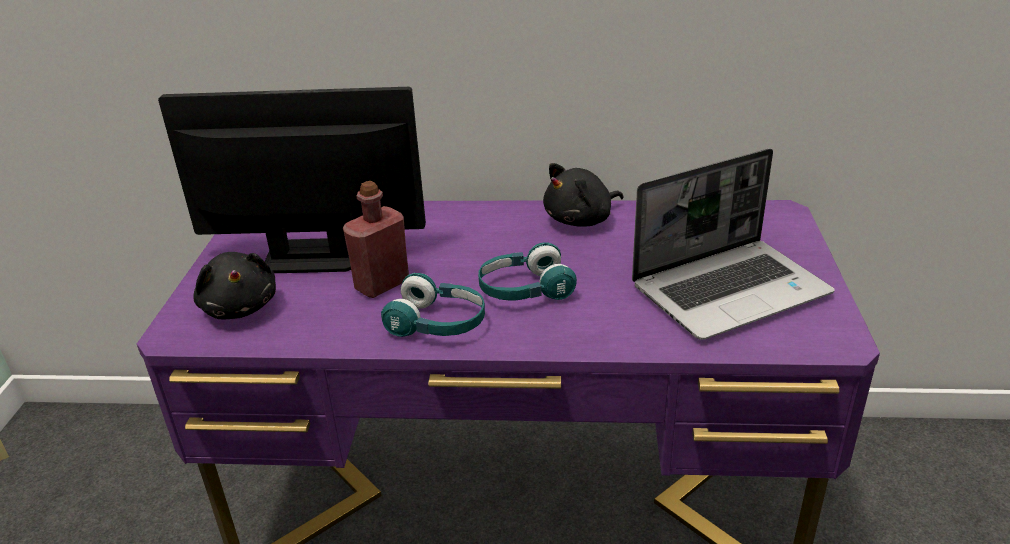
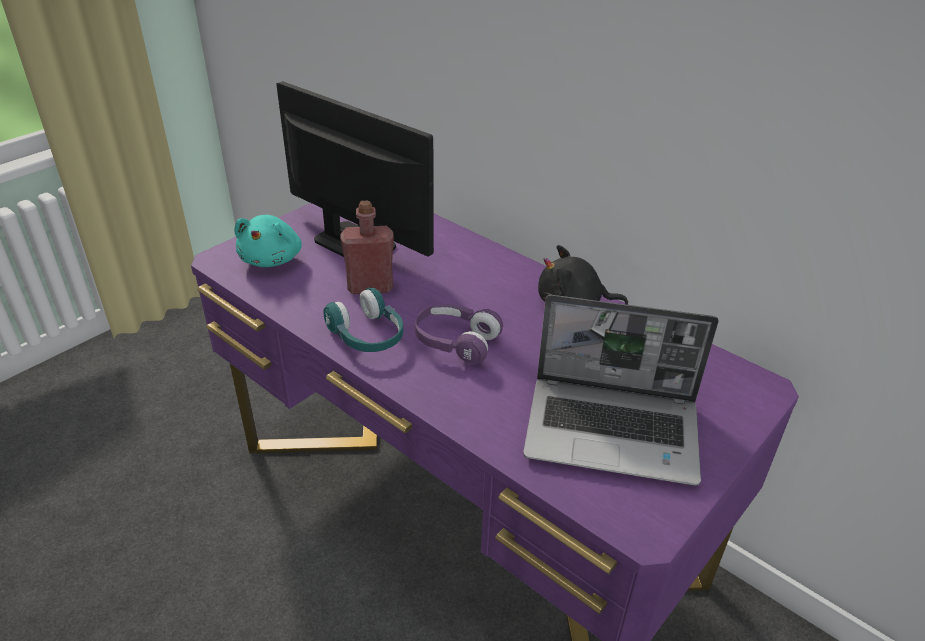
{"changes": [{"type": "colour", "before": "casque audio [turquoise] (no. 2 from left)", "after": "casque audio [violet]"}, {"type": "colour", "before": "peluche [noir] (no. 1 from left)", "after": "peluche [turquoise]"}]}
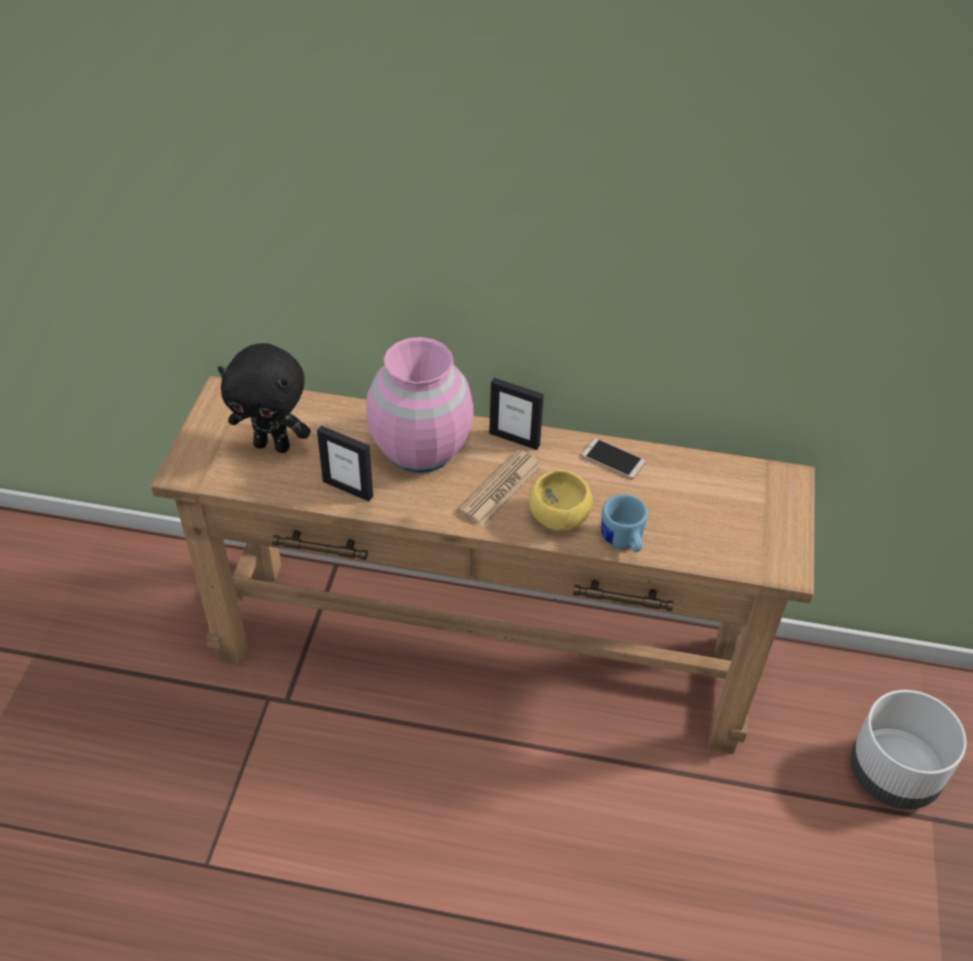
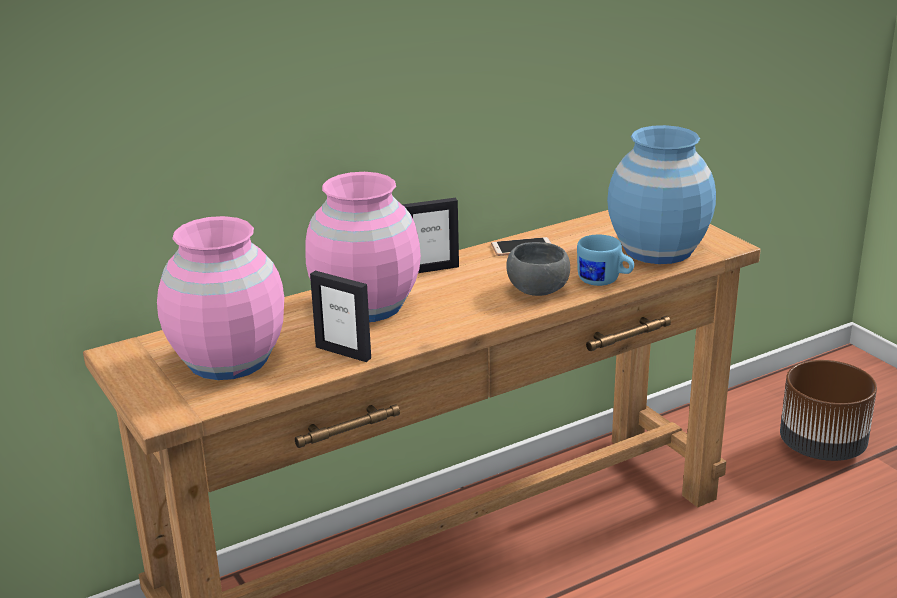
{"changes": [{"type": "exchanged", "before": "peluche [noir]", "after": "vase [rose] (no. 1 from left)"}, {"type": "spun", "before": "cadre photo (no. 1 from left)", "turn": 45}, {"type": "missing", "before": "journal"}, {"type": "colour", "before": "bol [jaune]", "after": "bol [gris]"}, {"type": "colour", "before": "cache-pot [blanc]", "after": "cache-pot [marron]"}, {"type": "appeared", "after": "vase [bleu]"}]}
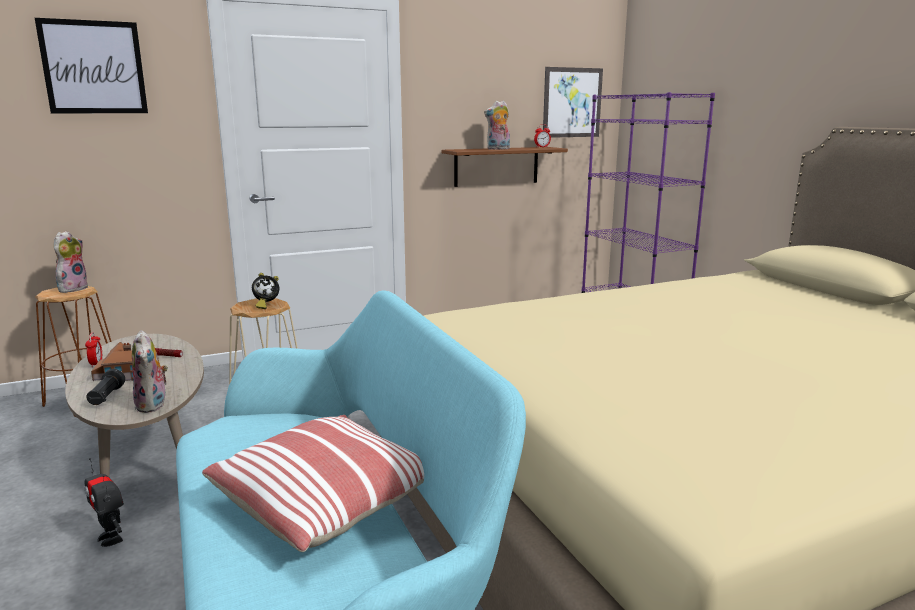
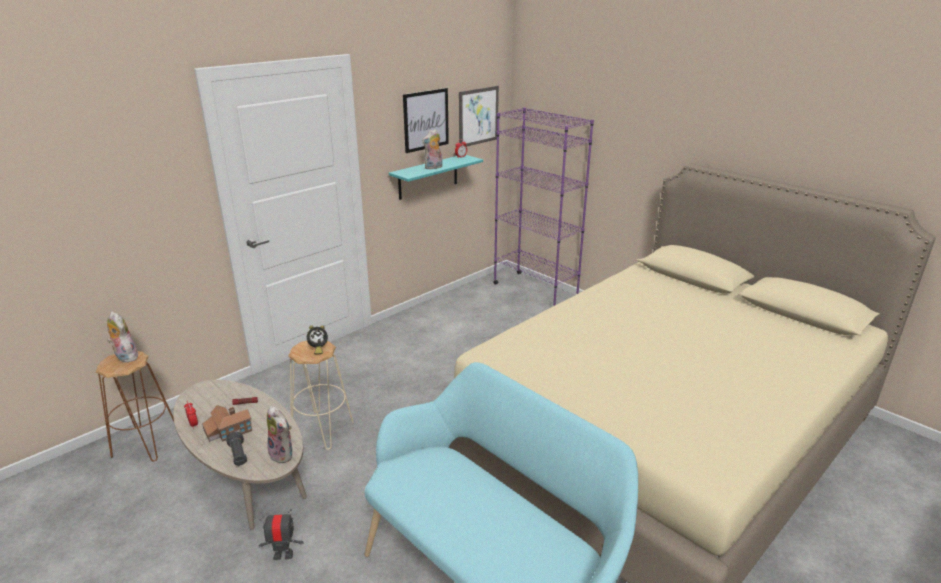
{"changes": [{"type": "relocated", "before": "tableau (no. 1 from left)"}, {"type": "colour", "before": "étagère [marron]", "after": "étagère [turquoise]"}, {"type": "spun", "before": "peluche (no. 1 from left)", "turn": -45}, {"type": "missing", "before": "coussin"}, {"type": "spun", "before": "robot jouet", "turn": 150}]}
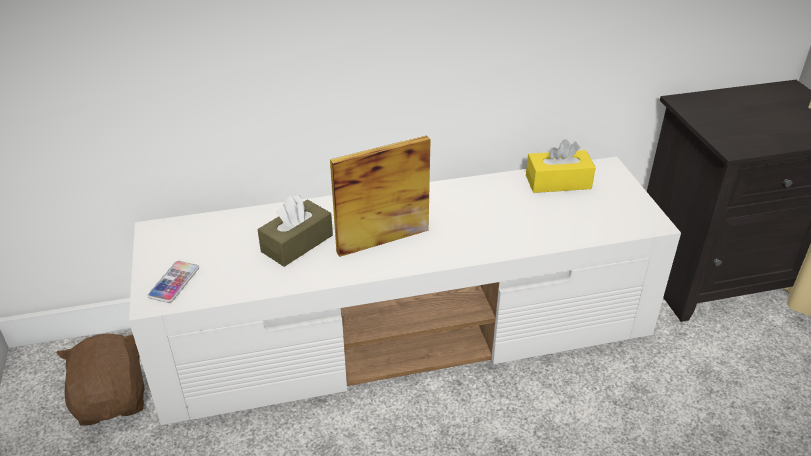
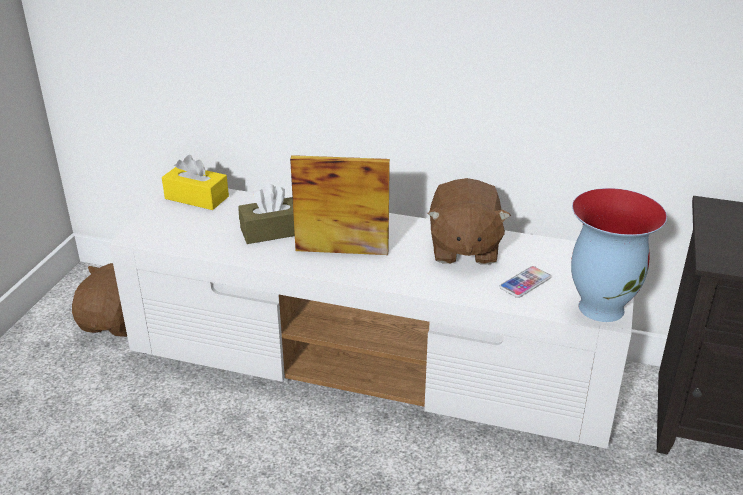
{"changes": [{"type": "relocated", "before": "boîte à mouchoirs [jaune]"}, {"type": "relocated", "before": "téléphone"}, {"type": "appeared", "after": "peluche [marron] (no. 2 from left)"}, {"type": "appeared", "after": "vase"}]}
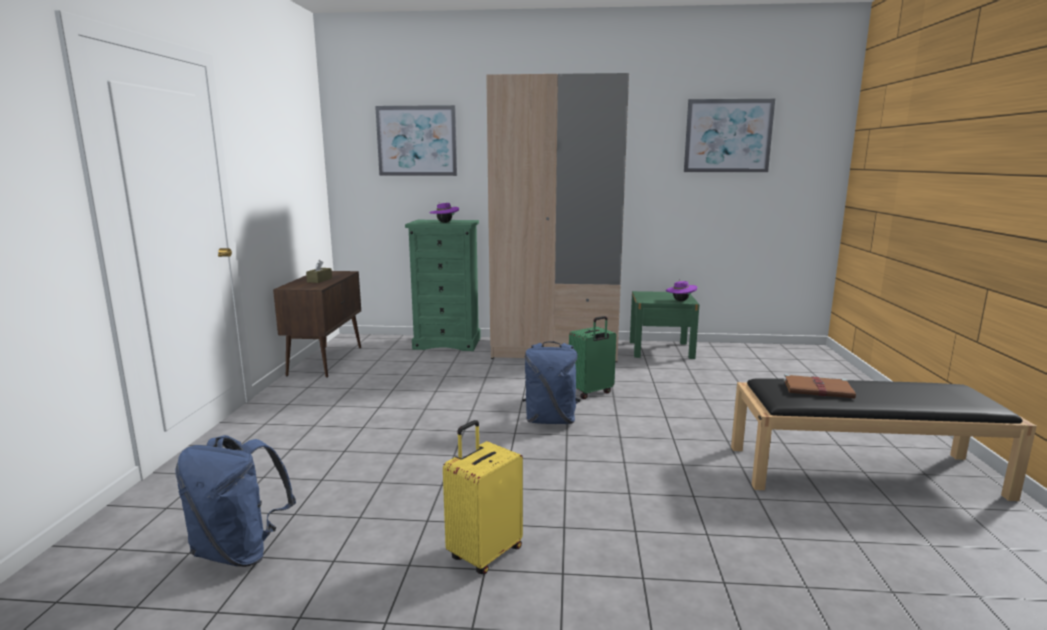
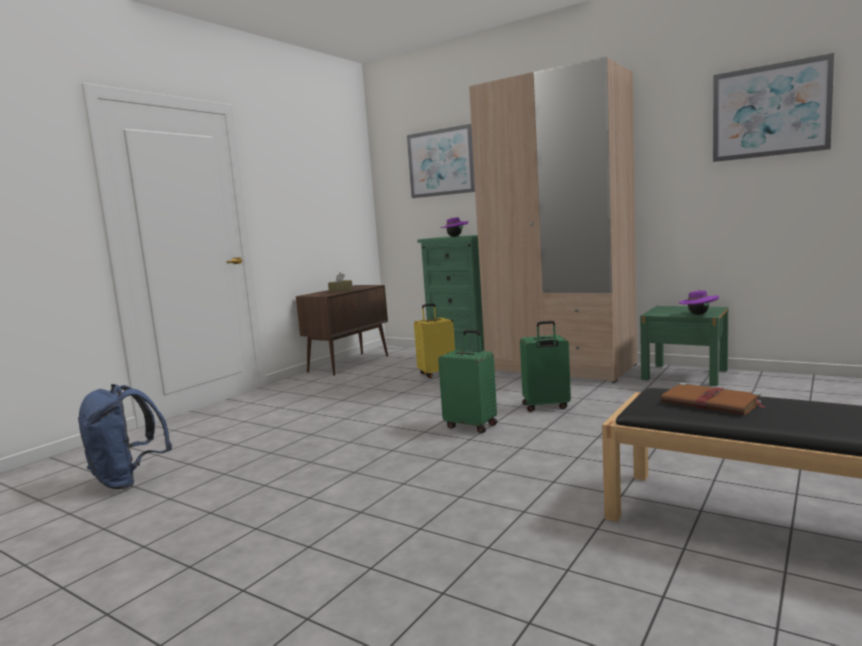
{"changes": [{"type": "exchanged", "before": "sac à dos [bleu] (no. 2 from left)", "after": "valise [vert] (no. 1 from left)"}, {"type": "relocated", "before": "valise [jaune]"}]}
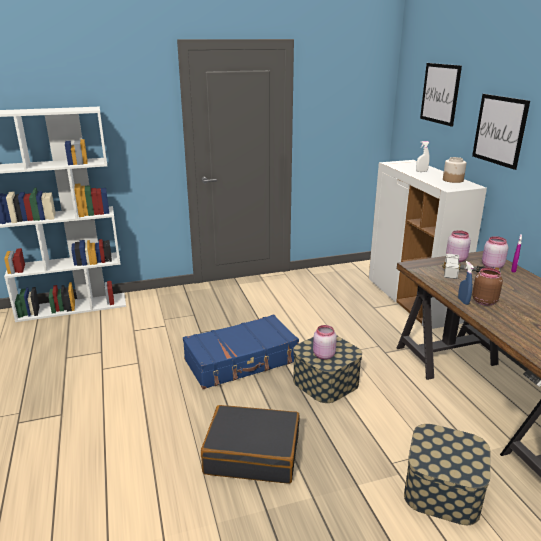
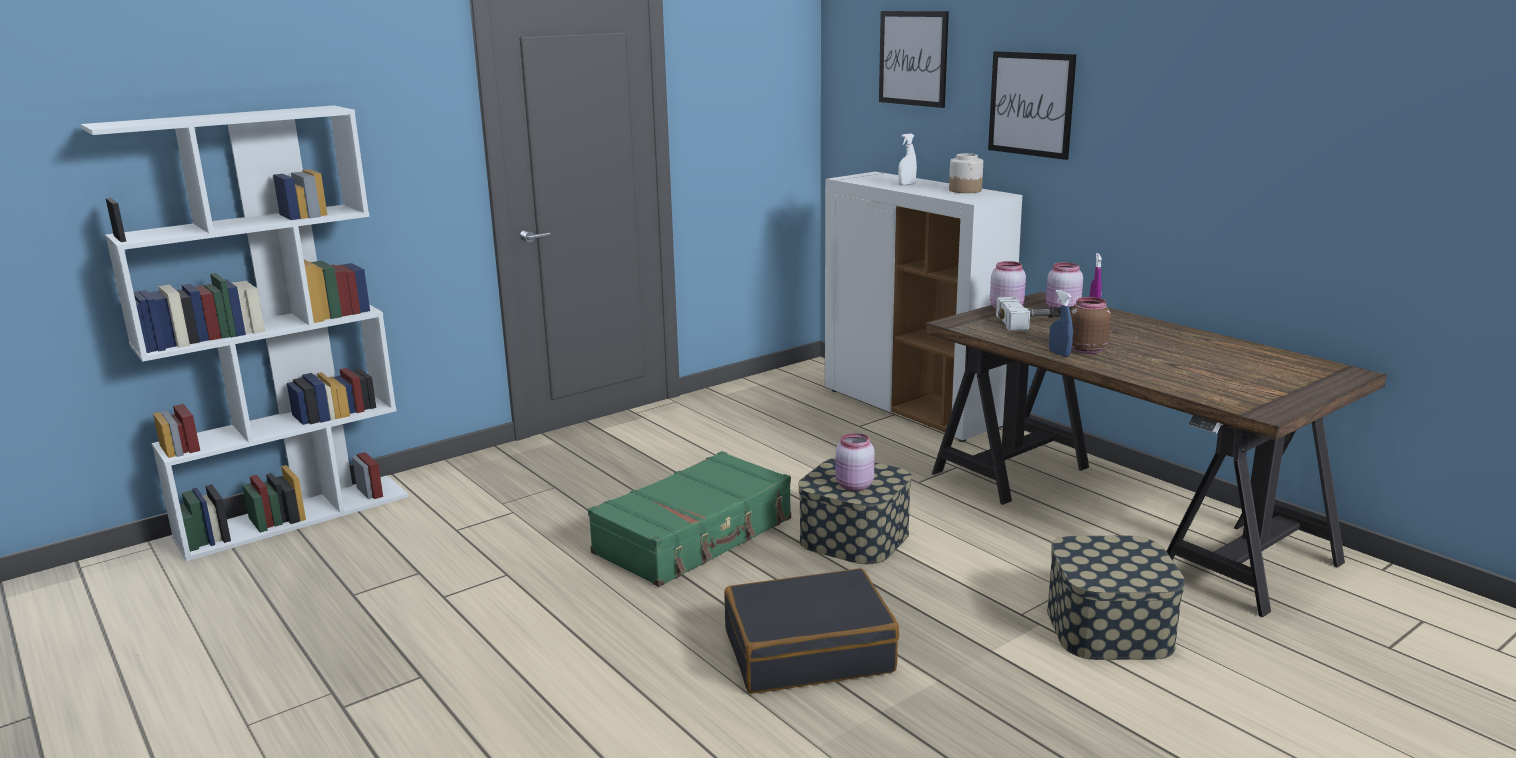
{"changes": [{"type": "colour", "before": "valise [bleu]", "after": "valise [vert]"}]}
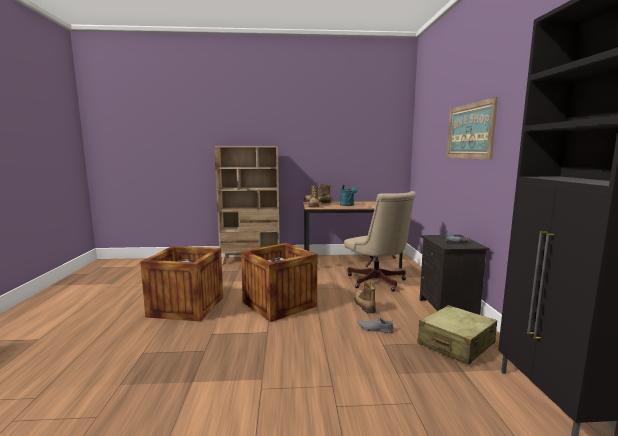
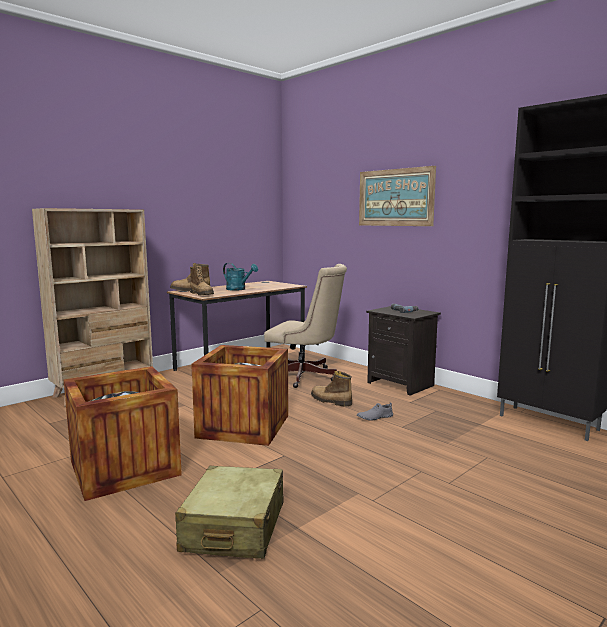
{"changes": [{"type": "relocated", "before": "valise [beige]"}]}
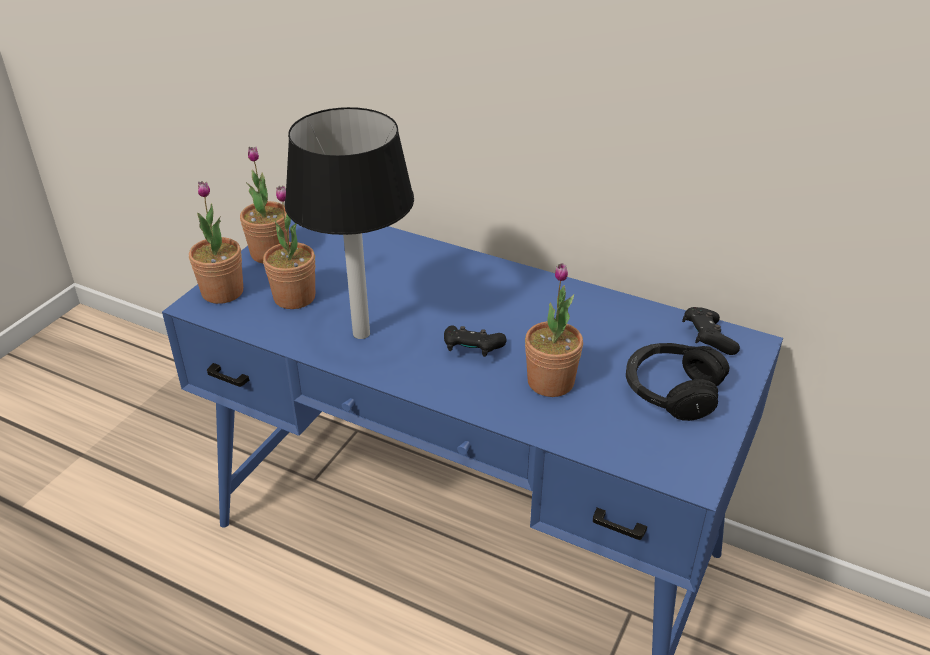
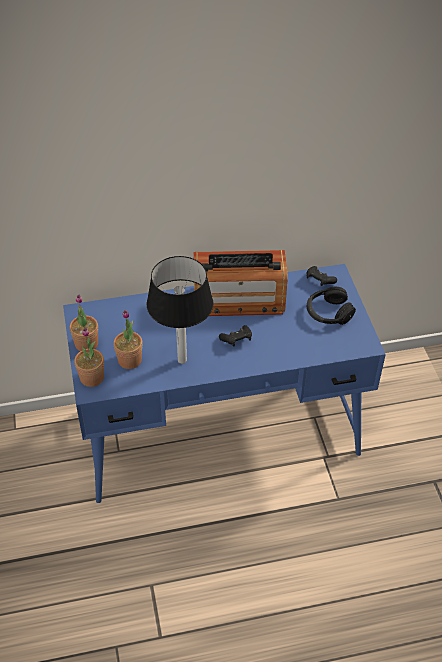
{"changes": [{"type": "missing", "before": "plante en pot (no. 4 from left)"}, {"type": "appeared", "after": "radio"}]}
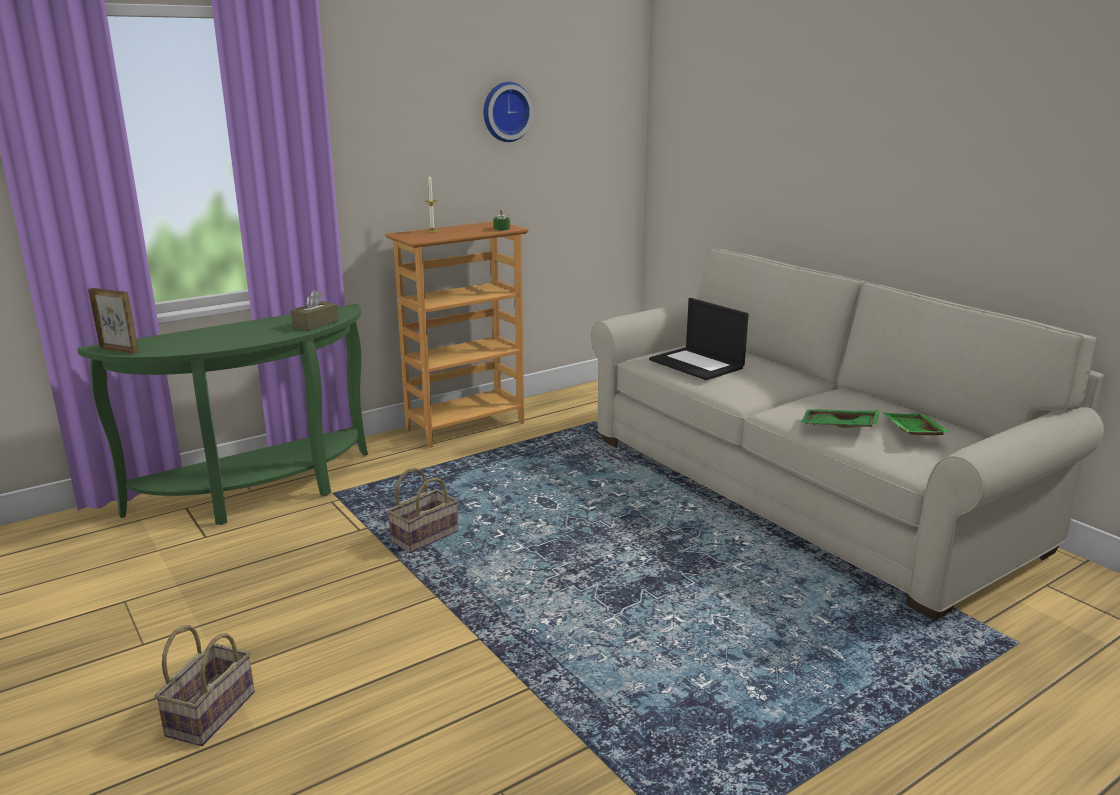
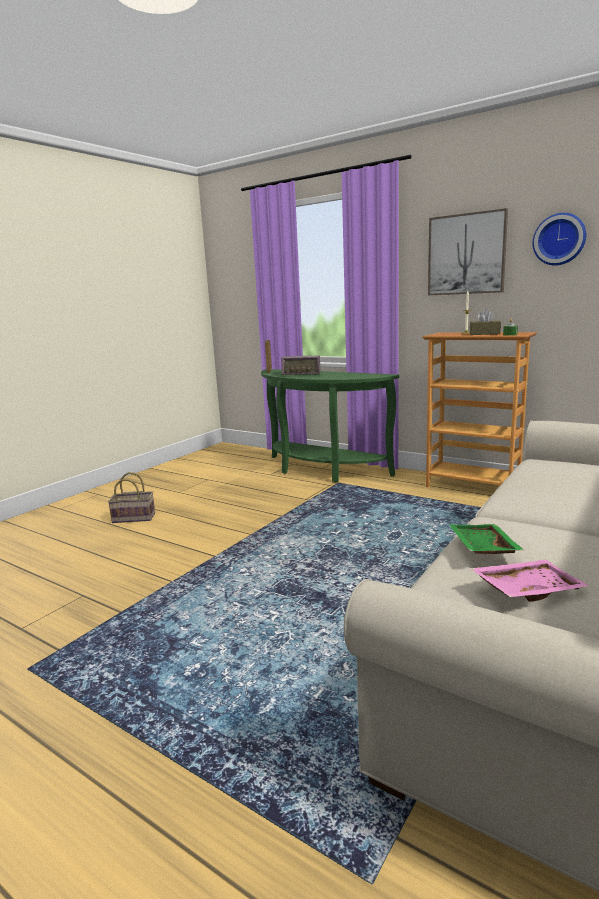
{"changes": [{"type": "relocated", "before": "boîte à mouchoirs [marron]"}, {"type": "missing", "before": "ordinateur portable"}, {"type": "colour", "before": "plateau [vert] (no. 2 from left)", "after": "plateau [rose]"}, {"type": "missing", "before": "panier (no. 2 from left)"}, {"type": "appeared", "after": "tableau"}, {"type": "appeared", "after": "radio"}]}
